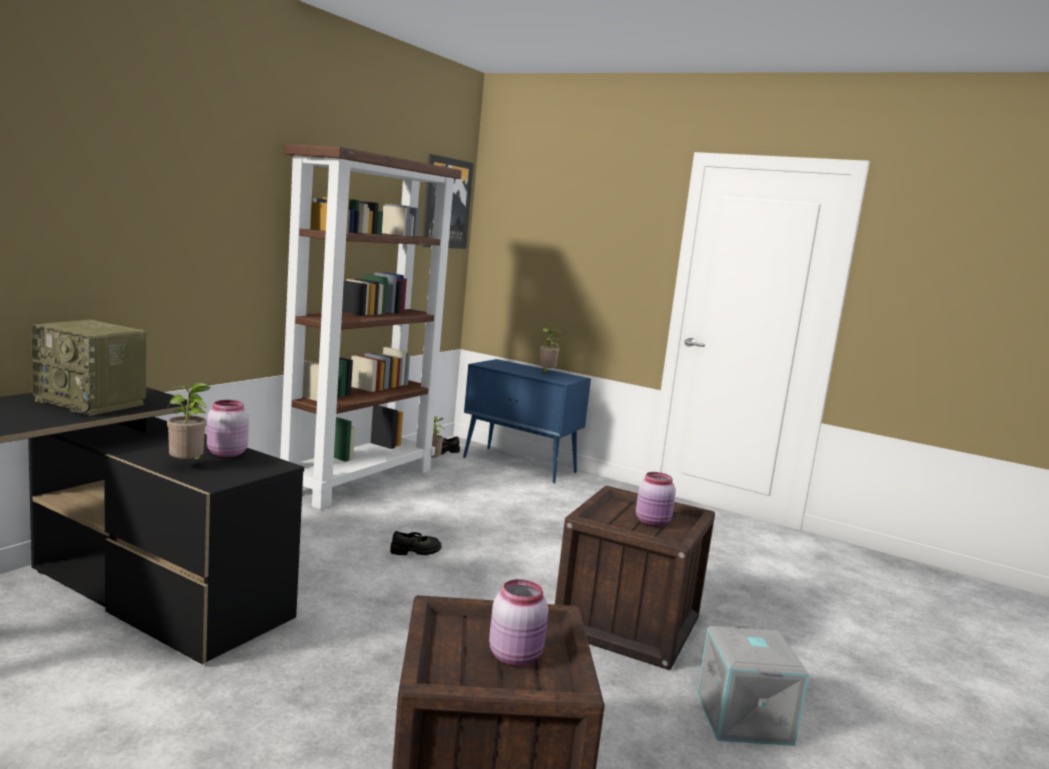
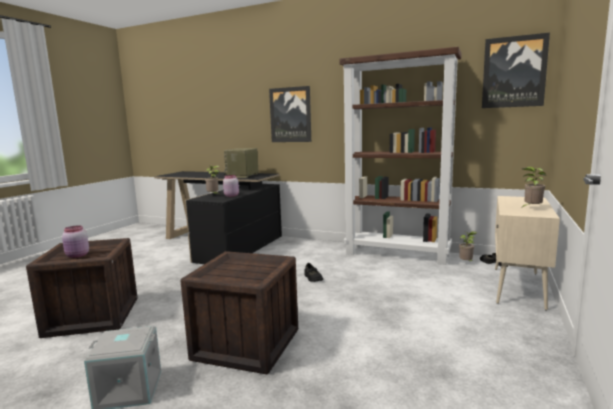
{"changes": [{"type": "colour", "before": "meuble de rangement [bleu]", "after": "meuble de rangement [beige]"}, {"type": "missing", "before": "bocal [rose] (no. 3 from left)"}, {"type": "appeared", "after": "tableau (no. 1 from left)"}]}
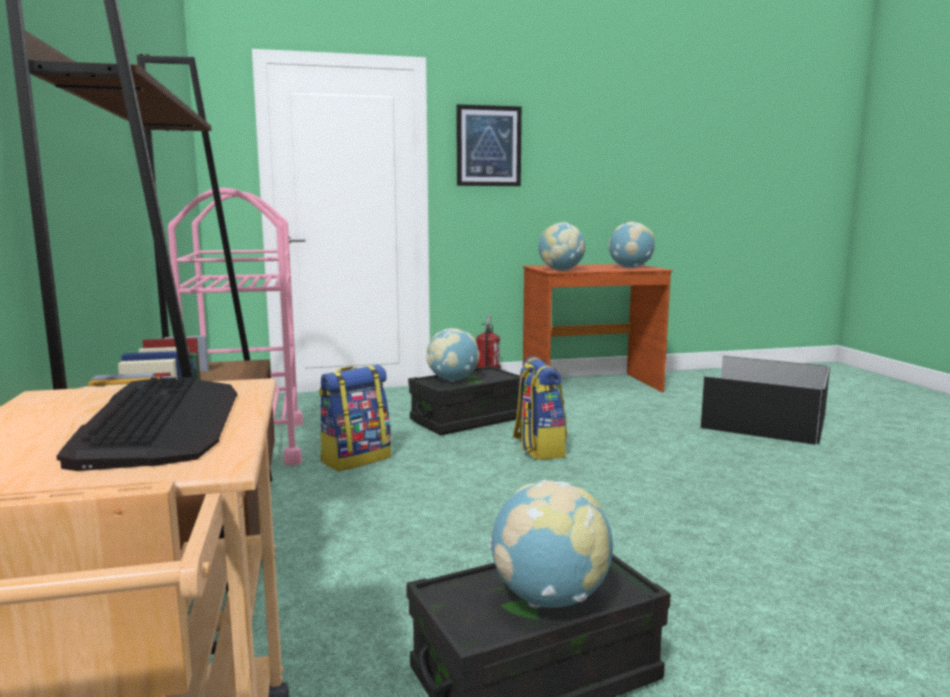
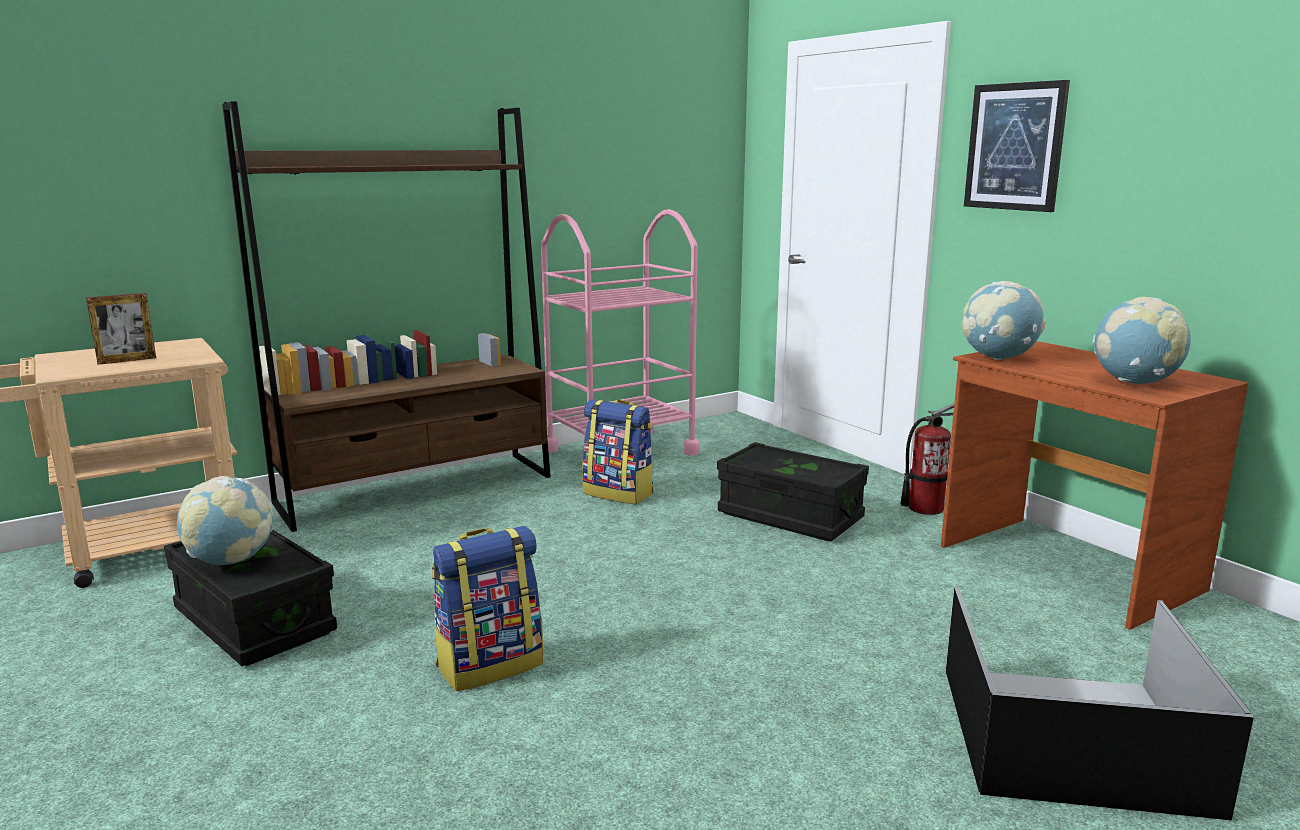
{"changes": [{"type": "missing", "before": "globe (no. 1 from left)"}, {"type": "relocated", "before": "sac à dos (no. 2 from left in the first image)", "after": "sac à dos (no. 1 from left)"}, {"type": "exchanged", "before": "clavier", "after": "cadre photo"}]}
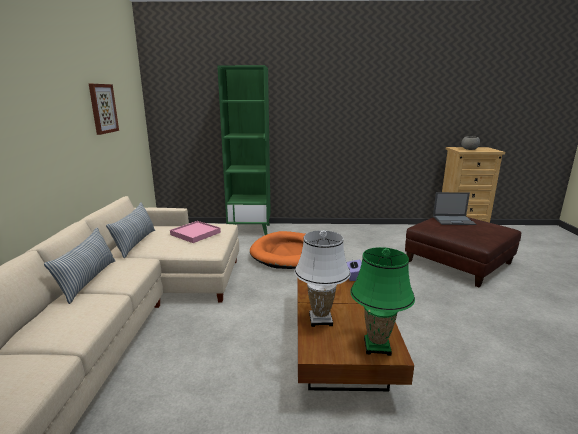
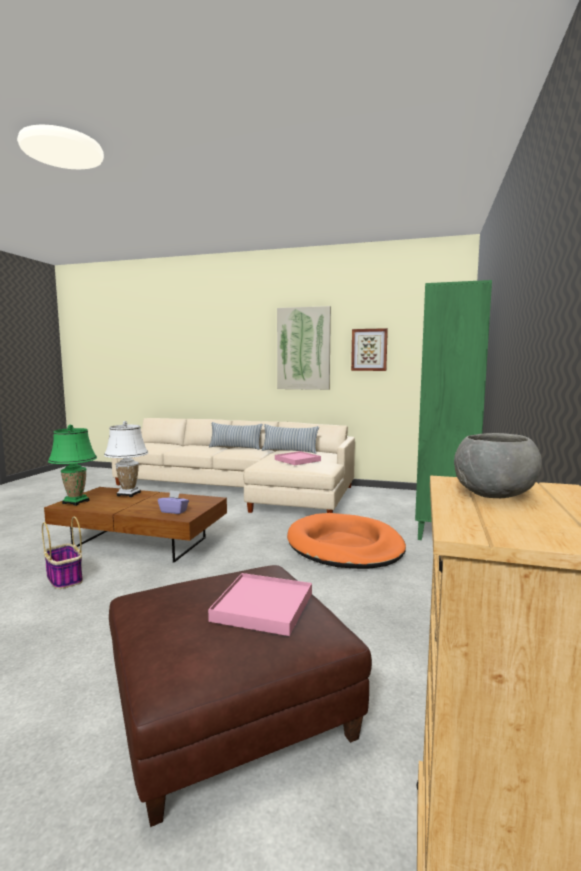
{"changes": [{"type": "exchanged", "before": "ordinateur portable", "after": "plateau [rose] (no. 1 from left)"}, {"type": "appeared", "after": "tableau (no. 1 from left)"}, {"type": "appeared", "after": "panier"}]}
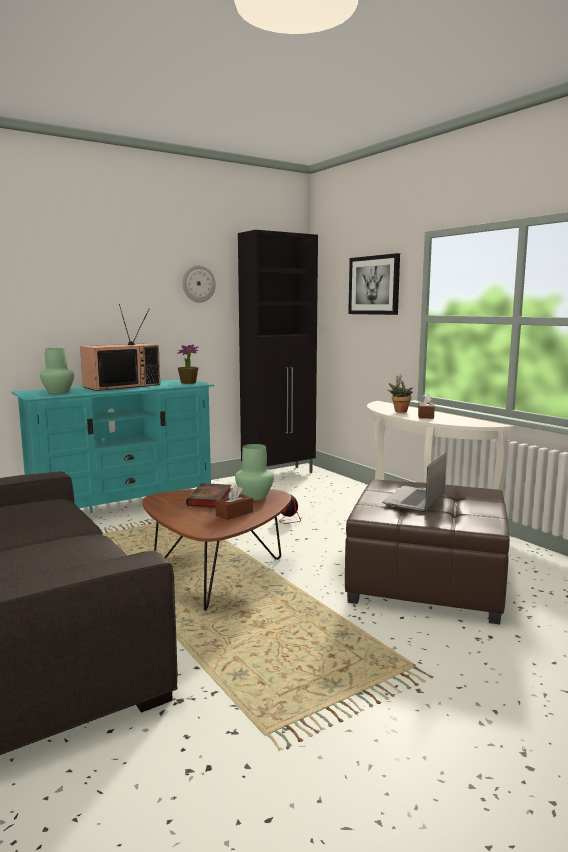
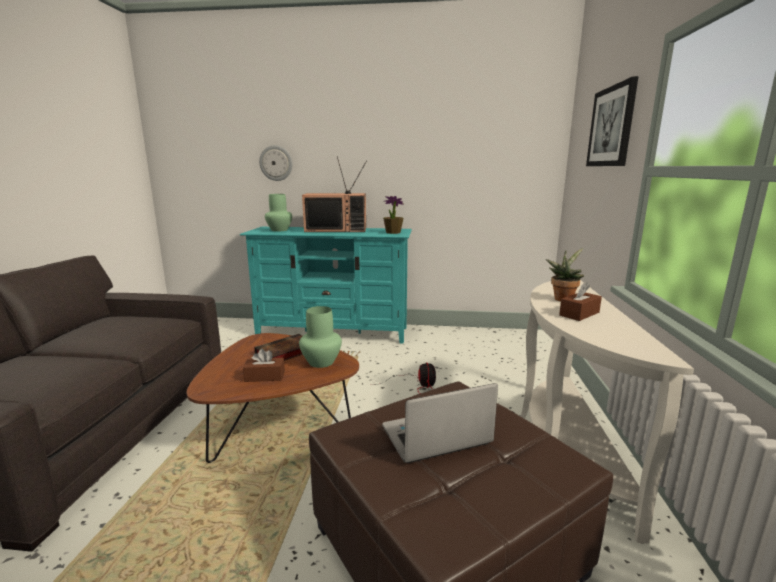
{"changes": [{"type": "missing", "before": "meuble de rangement [noir]"}, {"type": "relocated", "before": "horloge murale"}]}
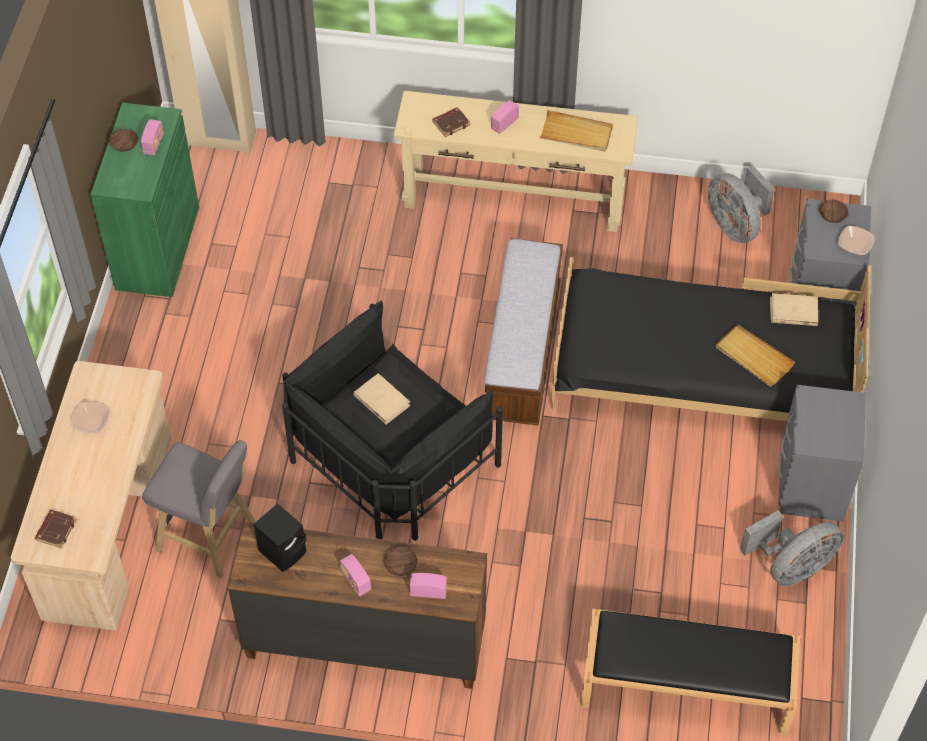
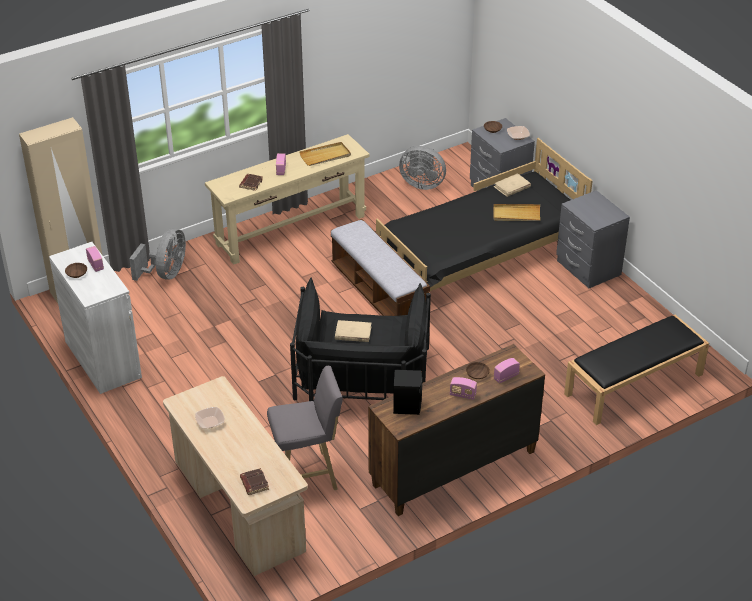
{"changes": [{"type": "colour", "before": "meuble de rangement [vert]", "after": "meuble de rangement [blanc]"}, {"type": "relocated", "before": "ventilateur [gris] (no. 2 from left in the first image)", "after": "ventilateur [gris] (no. 1 from left)"}]}
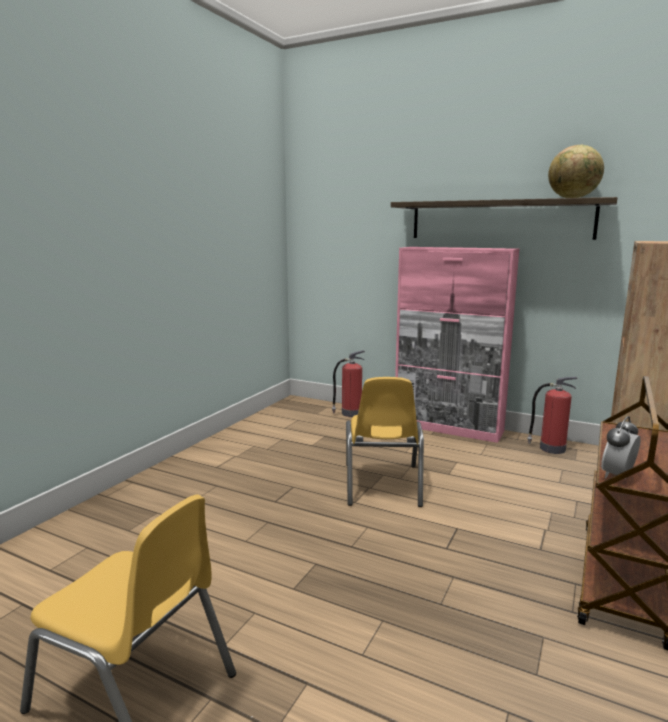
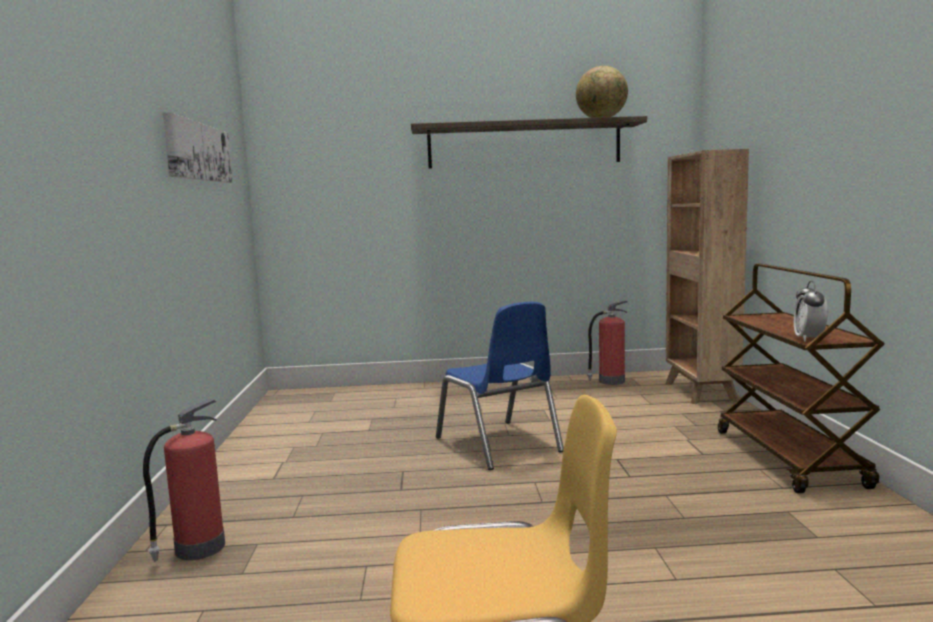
{"changes": [{"type": "missing", "before": "meuble de rangement [rose]"}, {"type": "relocated", "before": "extincteur (no. 1 from left)"}, {"type": "colour", "before": "chaise [jaune] (no. 2 from left)", "after": "chaise [bleu]"}, {"type": "appeared", "after": "tableau"}]}
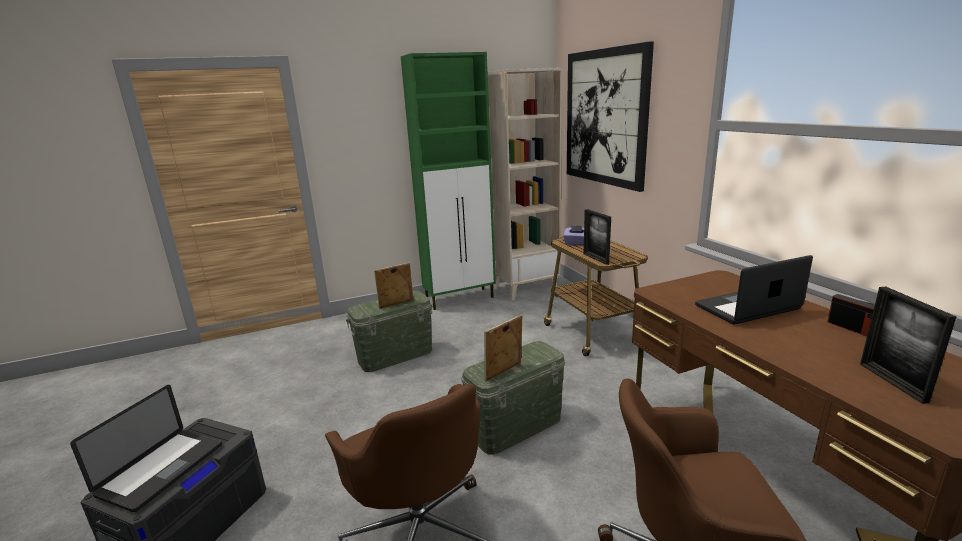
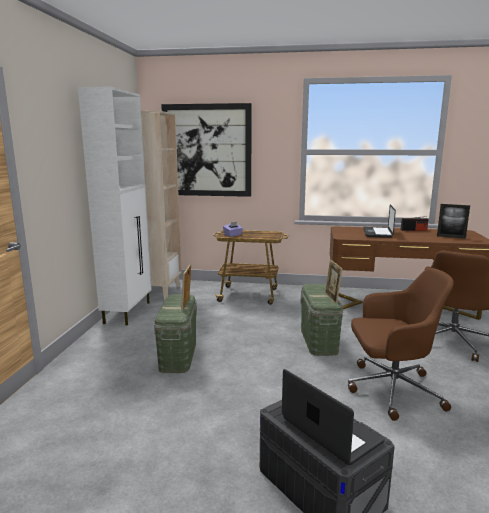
{"changes": [{"type": "colour", "before": "meuble de rangement [vert]", "after": "meuble de rangement [blanc]"}, {"type": "missing", "before": "cadre photo (no. 3 from left)"}]}
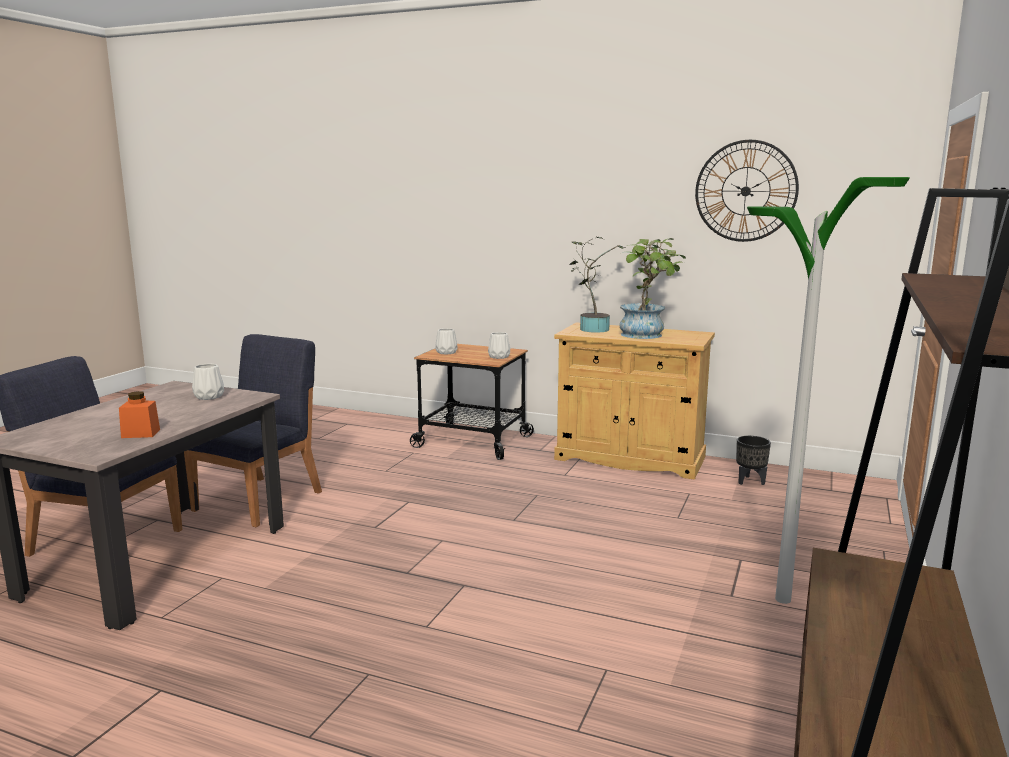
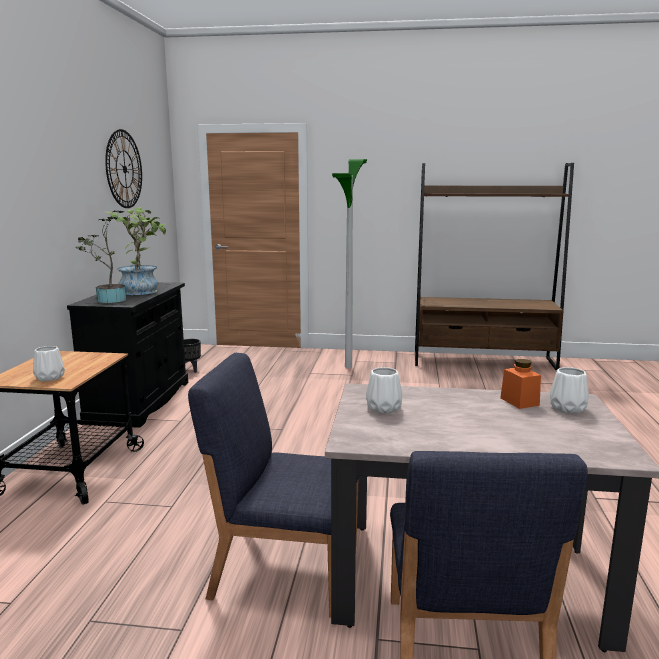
{"changes": [{"type": "colour", "before": "meuble de rangement [beige]", "after": "meuble de rangement [noir]"}, {"type": "relocated", "before": "vase [blanc] (no. 3 from left)"}]}
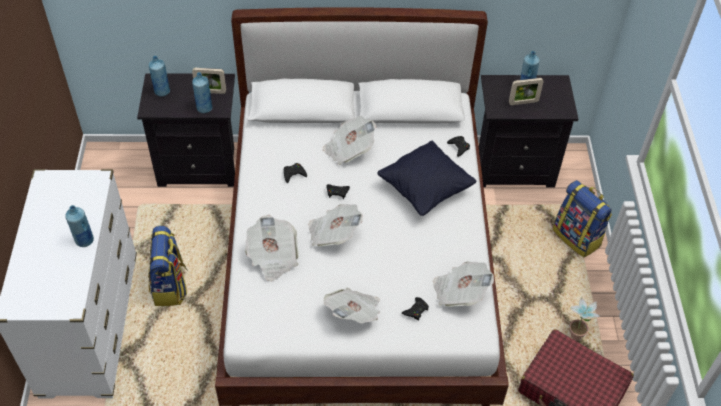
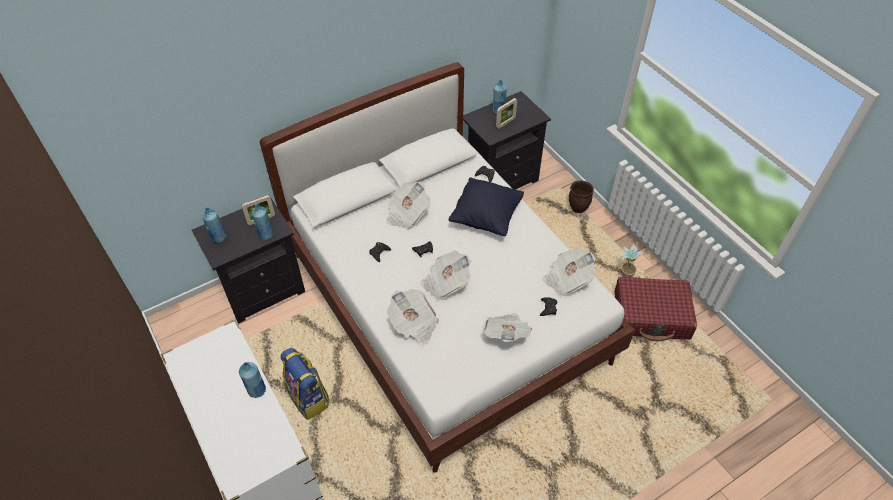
{"changes": [{"type": "exchanged", "before": "sac à dos (no. 2 from left)", "after": "cache-pot [marron]"}]}
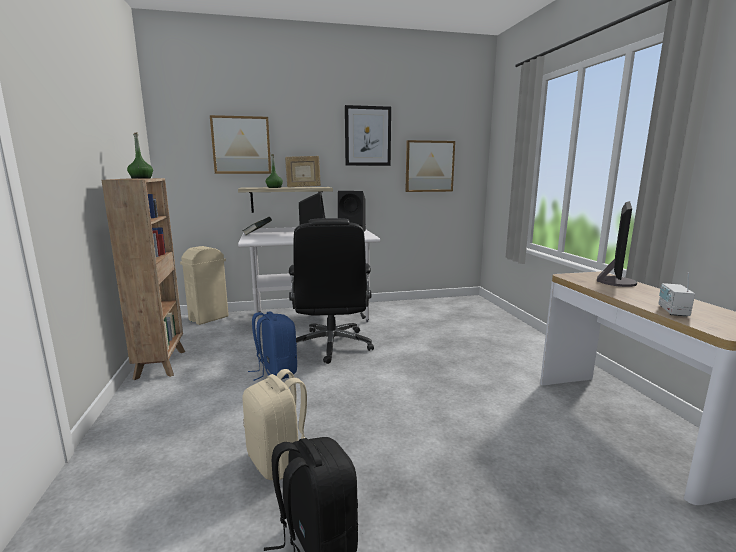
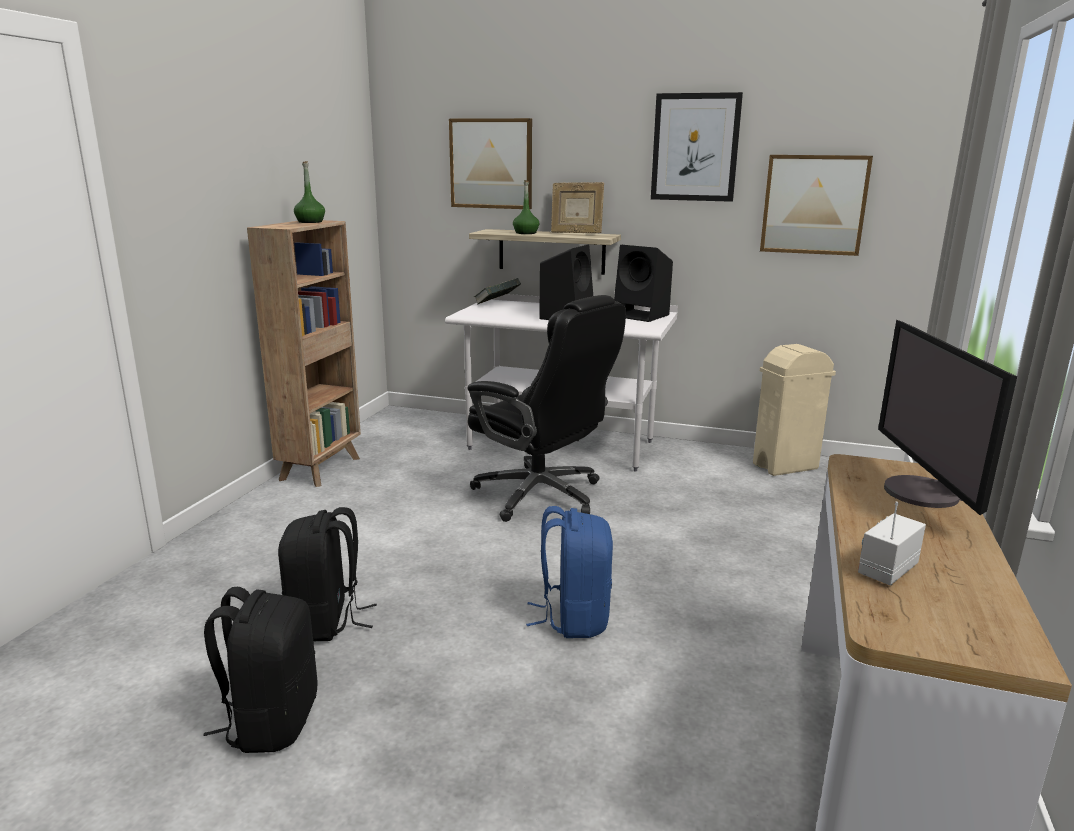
{"changes": [{"type": "spun", "before": "écran d'ordinateur", "turn": 120}, {"type": "spun", "before": "chaise de bureau [noir]", "turn": -75}, {"type": "relocated", "before": "poubelle [beige]"}, {"type": "relocated", "before": "sac à dos [bleu]"}, {"type": "colour", "before": "sac à dos [beige]", "after": "sac à dos [noir] (no. 2 from left)"}]}
